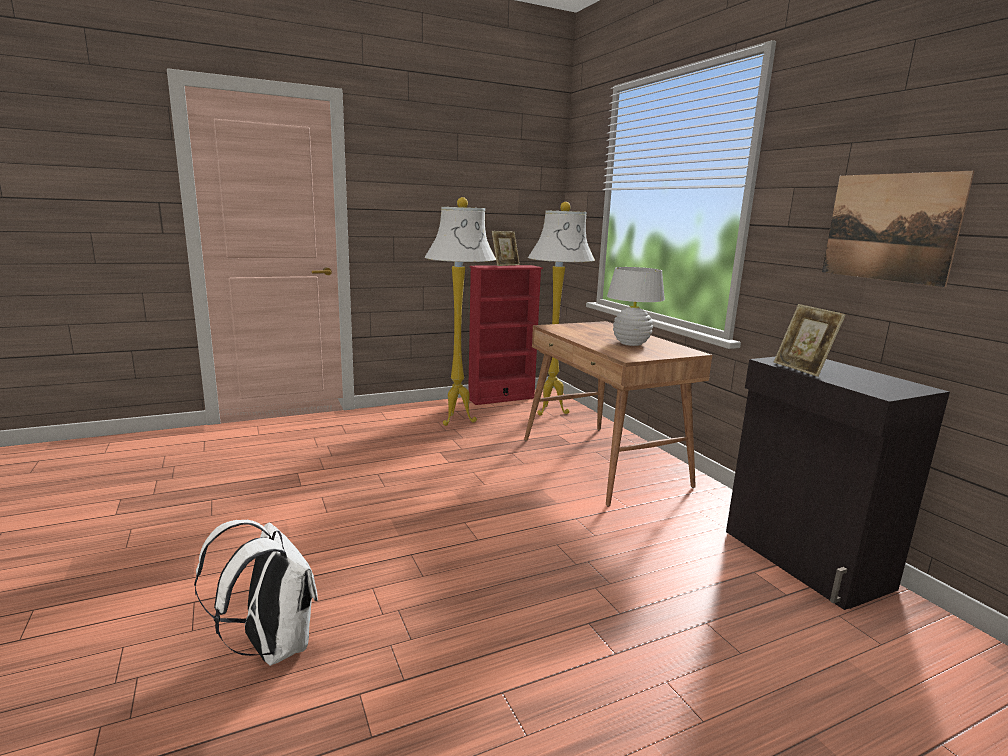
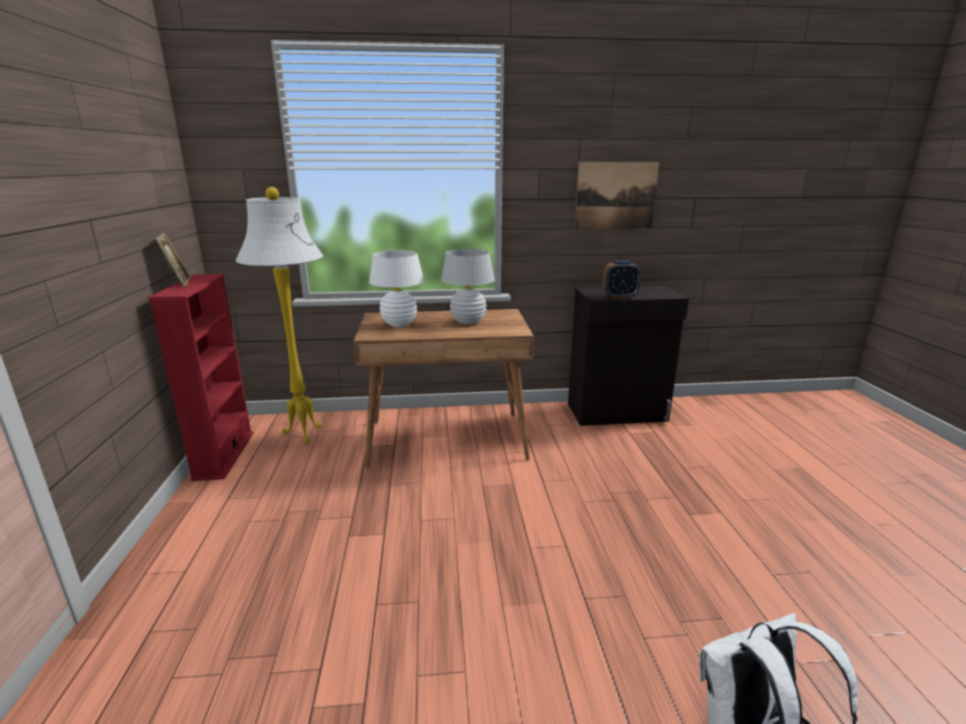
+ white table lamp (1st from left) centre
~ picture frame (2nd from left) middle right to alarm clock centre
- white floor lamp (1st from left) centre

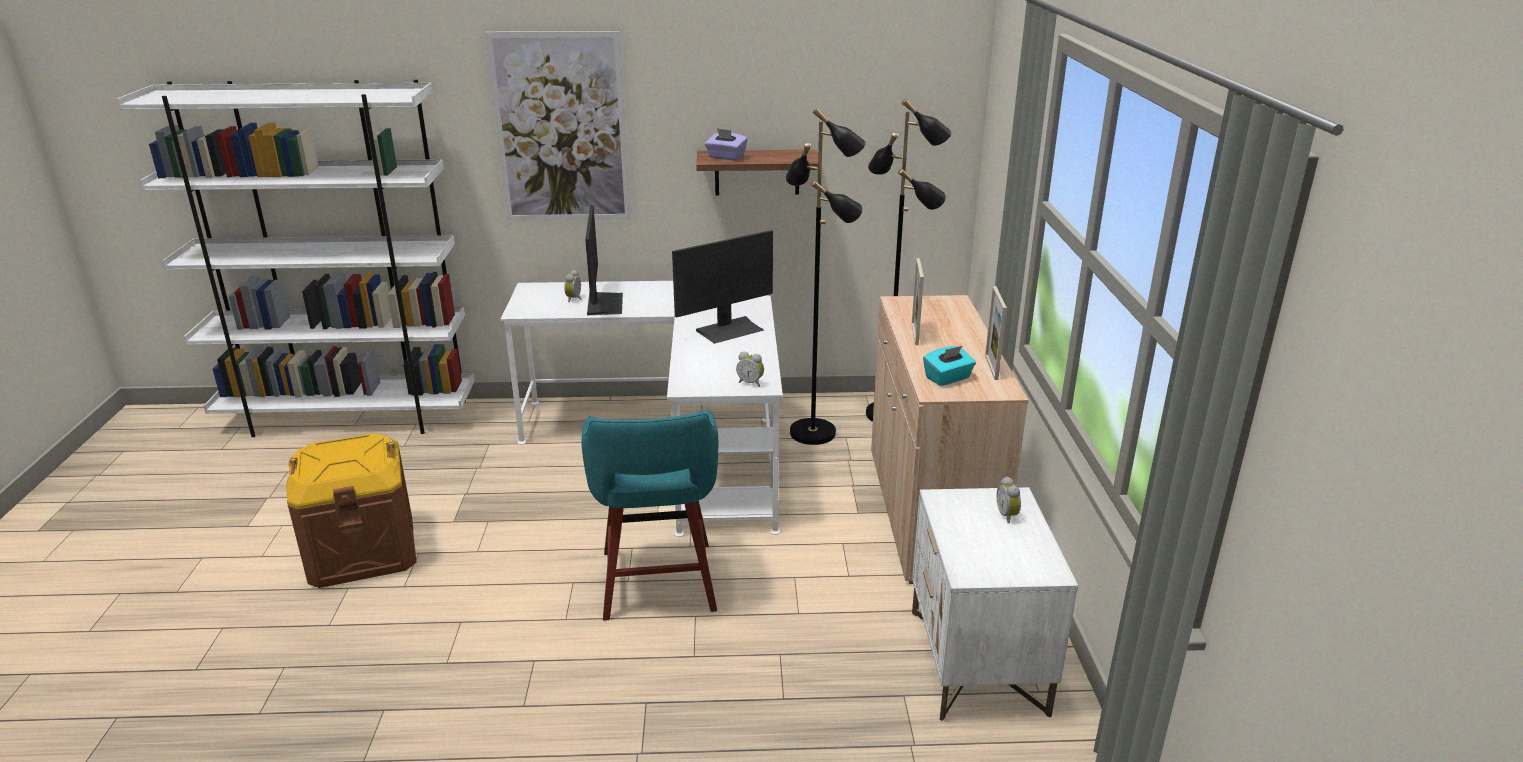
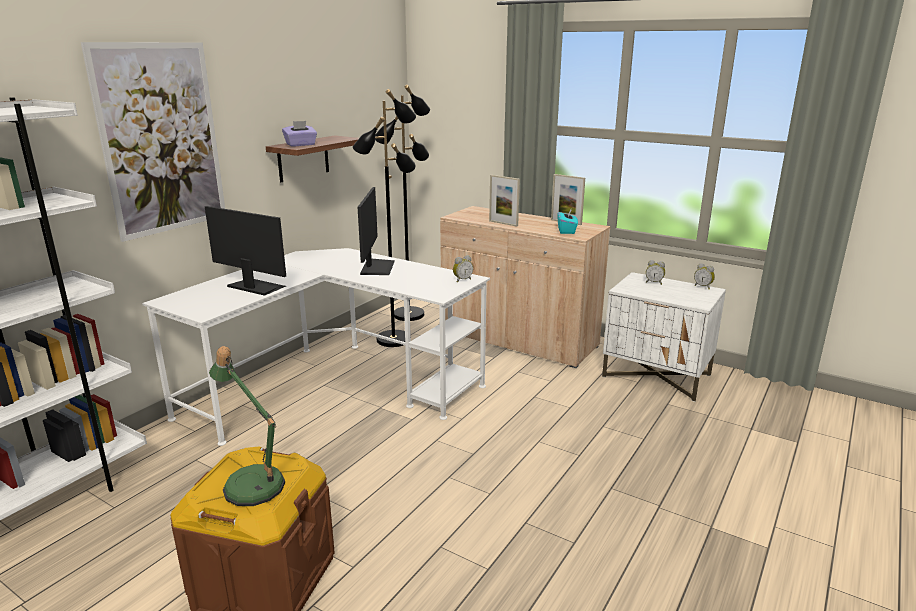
+ table lamp bottom left
~ alarm clock (1st from left in the first image) centre to alarm clock (3rd from left) middle right
- turquoise stool bottom centre

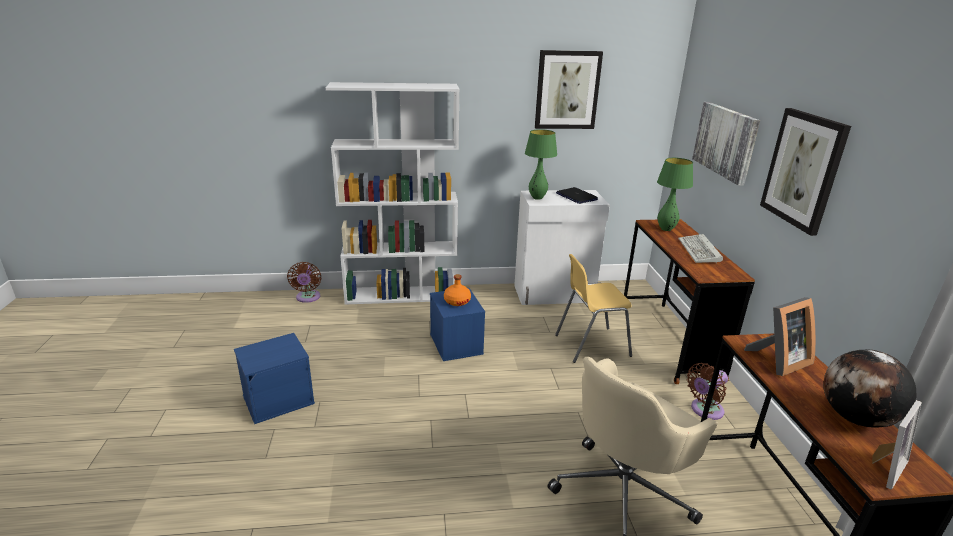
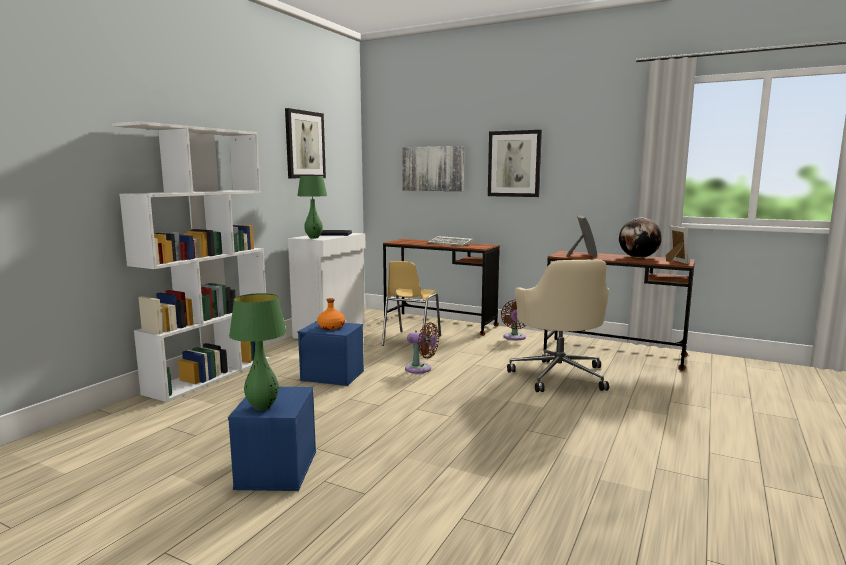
~ green table lamp (2nd from left in the first image) middle right to green table lamp (1st from left) middle left
~ brown fan (1st from left) middle left to centre

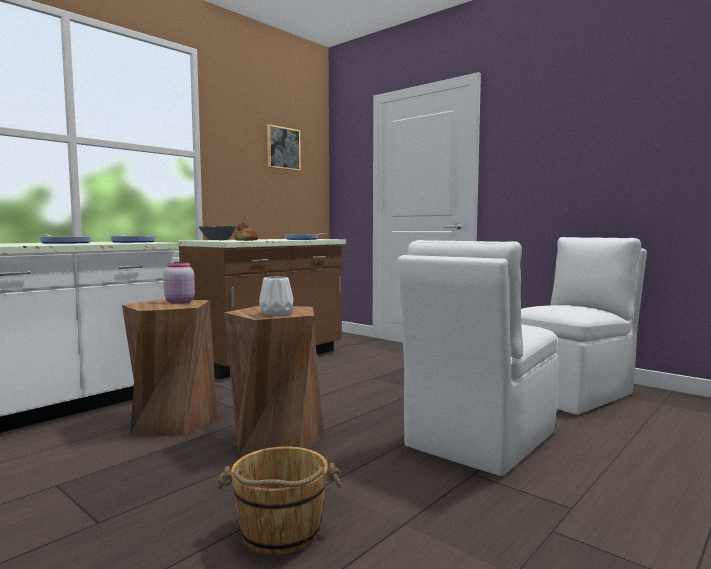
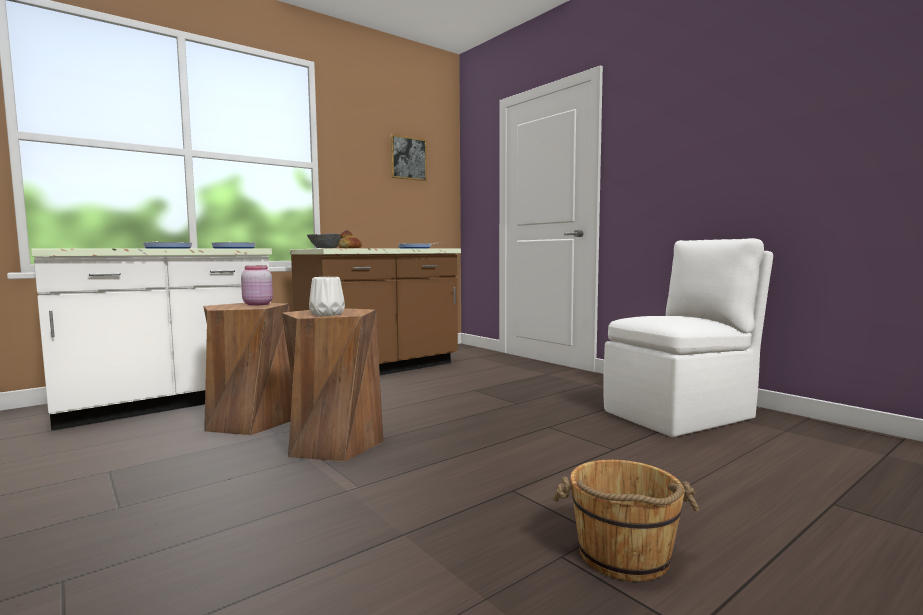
~ brown bucket bottom centre to bottom right
- white chair (1st from left) middle right

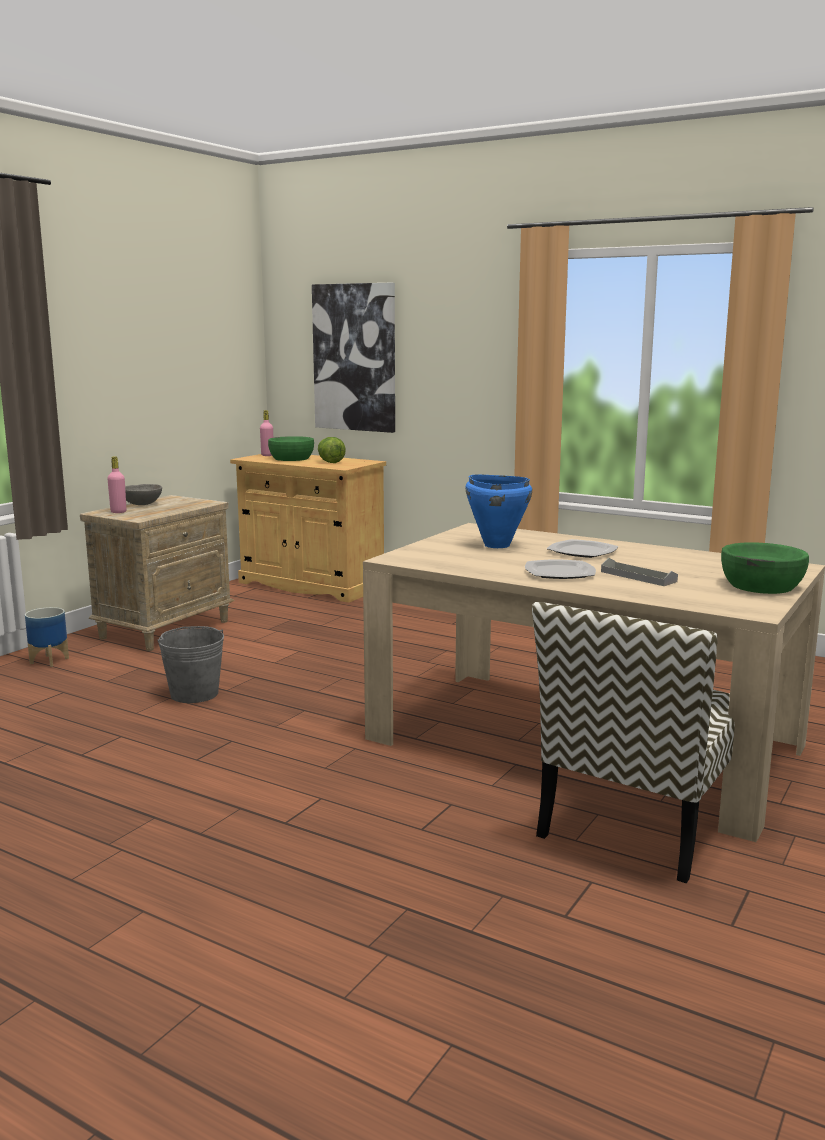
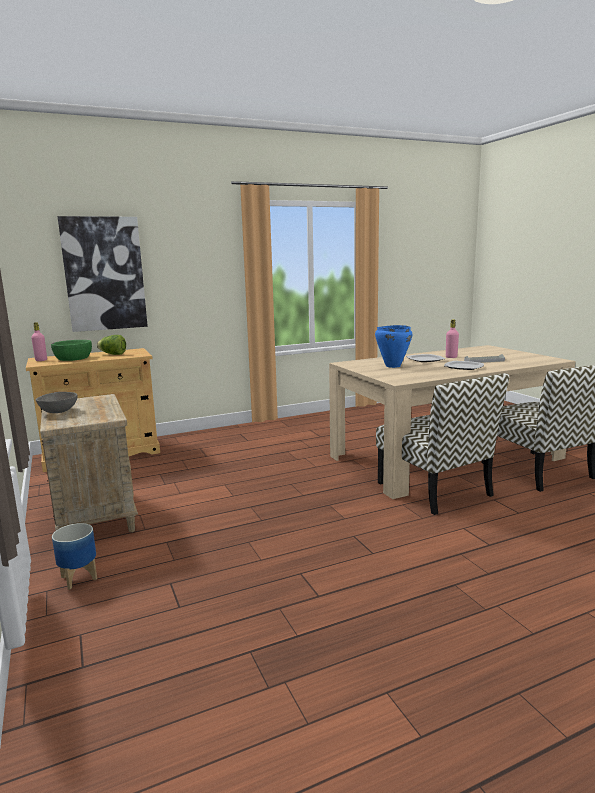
+ chair (1st from left) middle right
~ pink bottle (1st from left in the first image) middle left to pink bottle (2nd from left) middle right
- grey bucket middle left
- green bowl (2nd from left) middle right

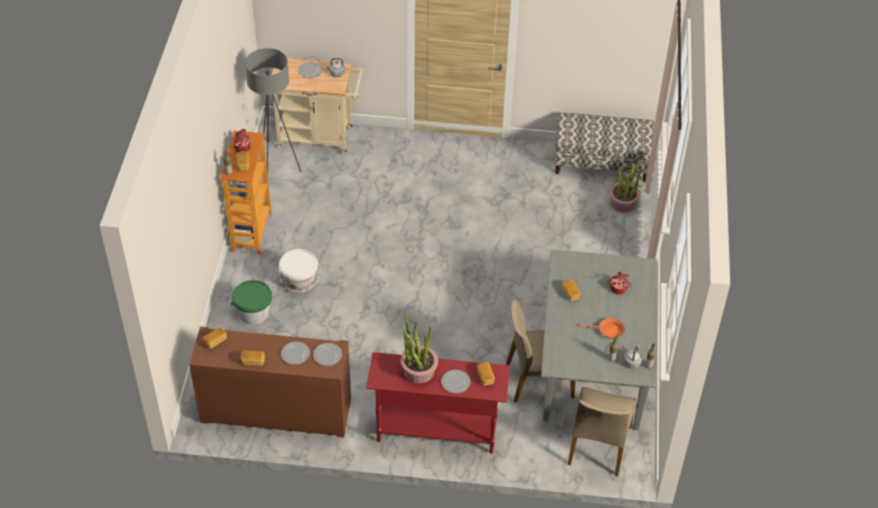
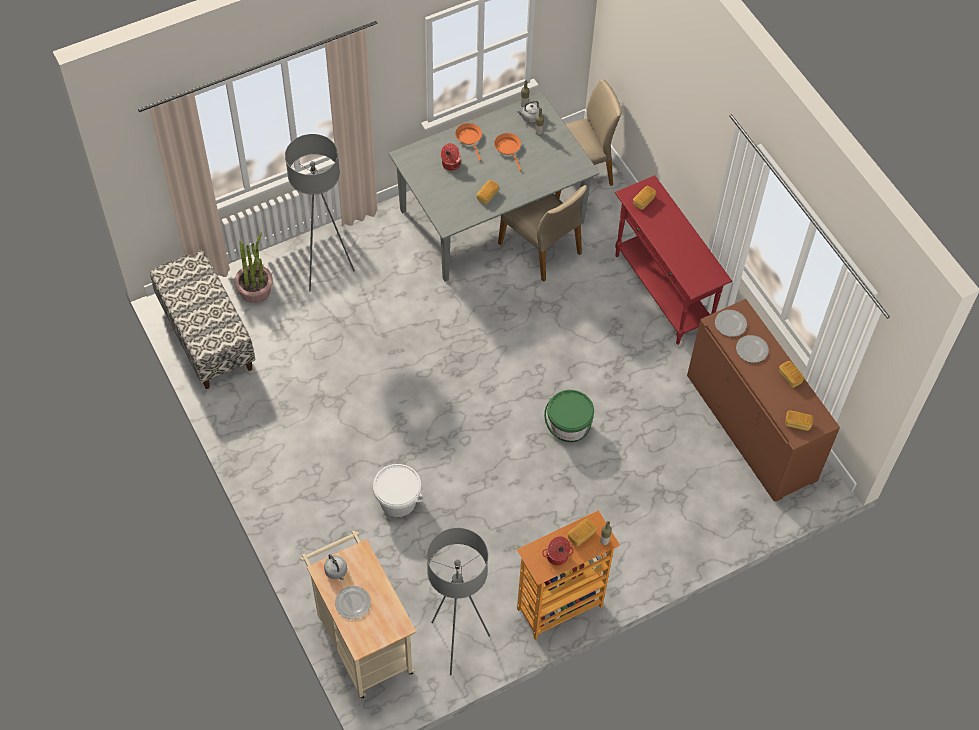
+ grey floor lamp (1st from left) top left
~ white bucket centre to bottom centre
+ orange frying pan (1st from left) top centre
~ green bucket middle left to centre
- potted plant (1st from left) bottom centre
- plate (4th from left) bottom centre

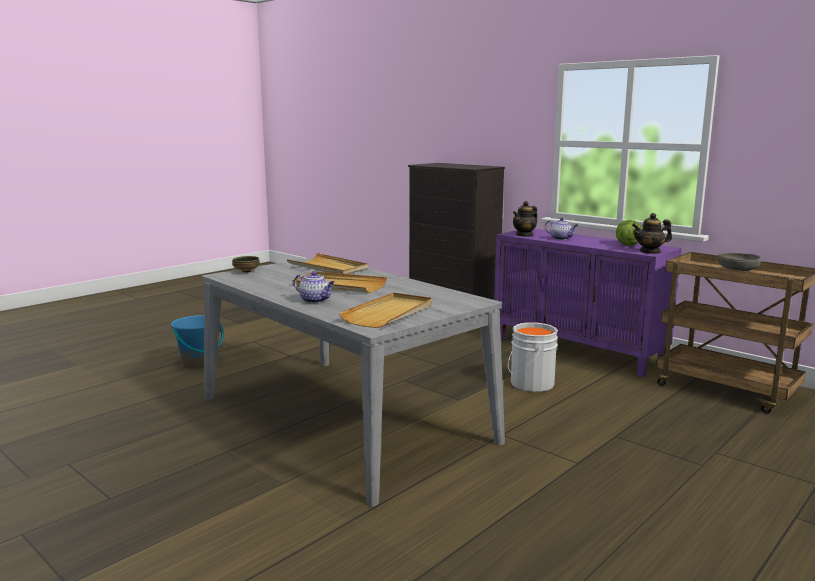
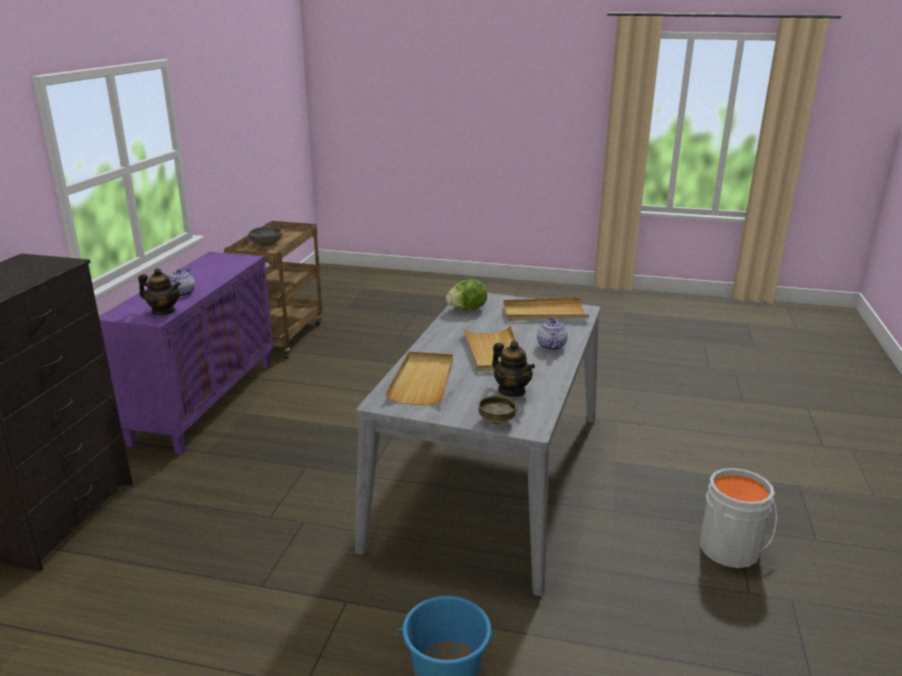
~ lettuce middle right to centre
~ teapot (4th from left in the first image) middle right to teapot (3rd from left) centre
~ grey bucket centre to bottom right

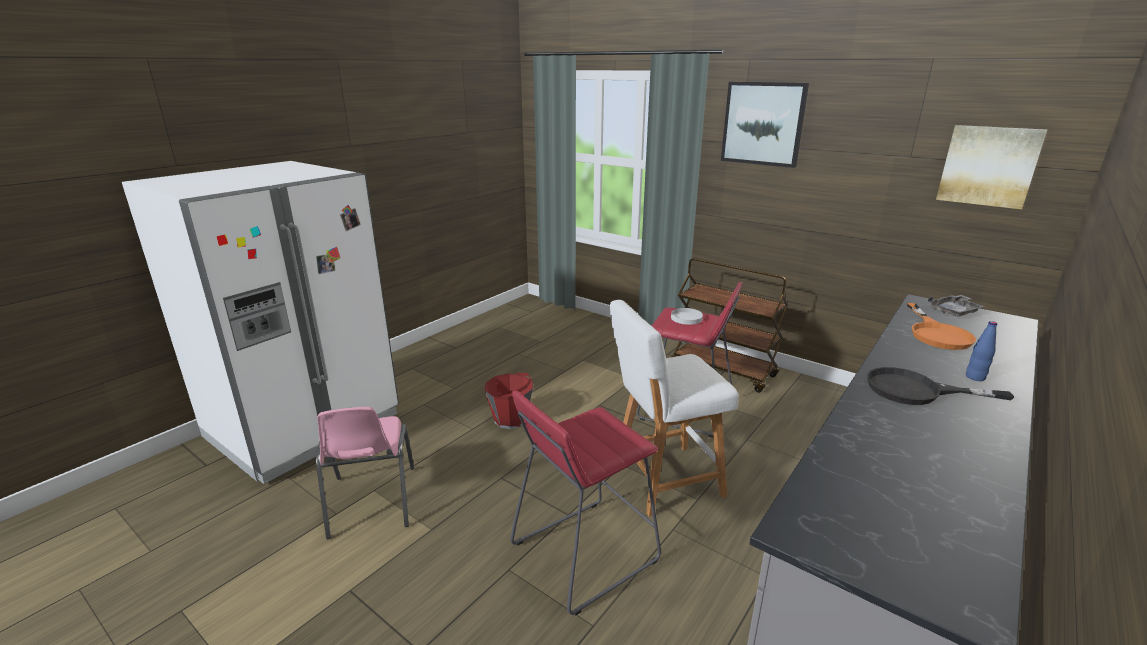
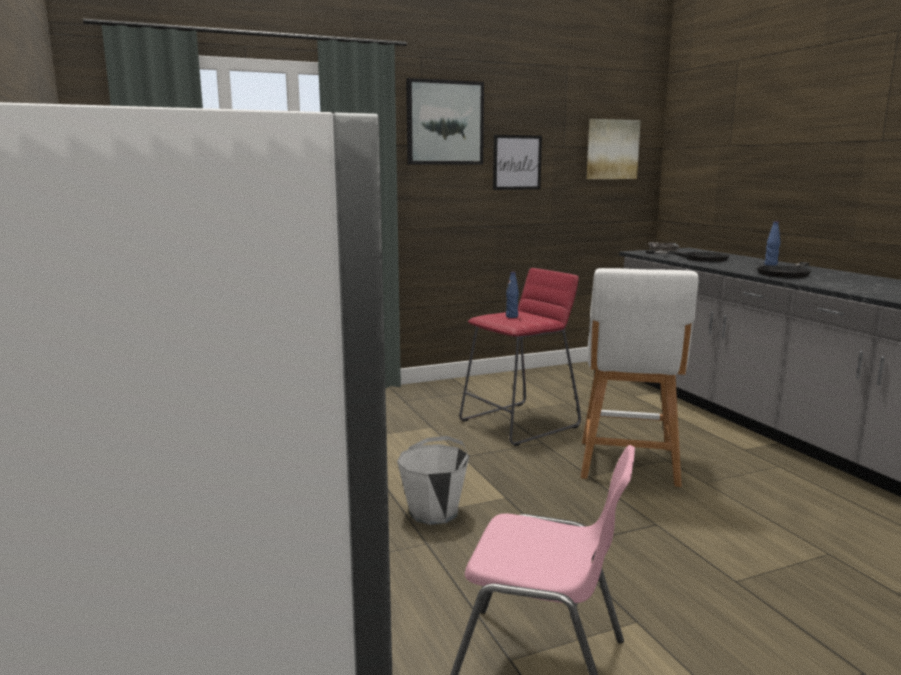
~ red bucket centre to white bucket bottom centre
+ picture (2nd from left) top centre
~ white plate centre to blue bottle (1st from left) centre
~ orange frying pan middle right to black frying pan (1st from left) middle right
- red stool (1st from left) bottom centre
- brown cart centre

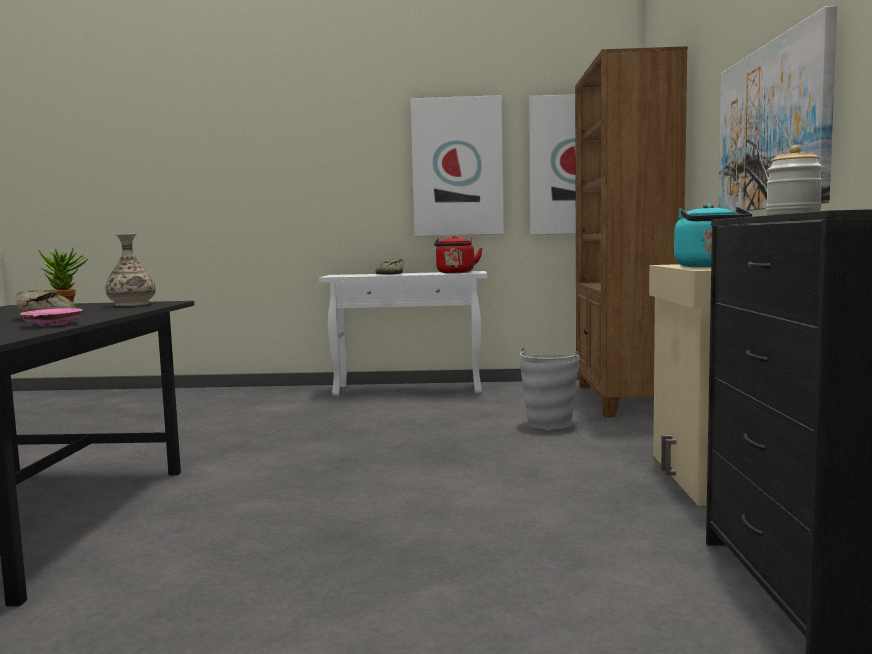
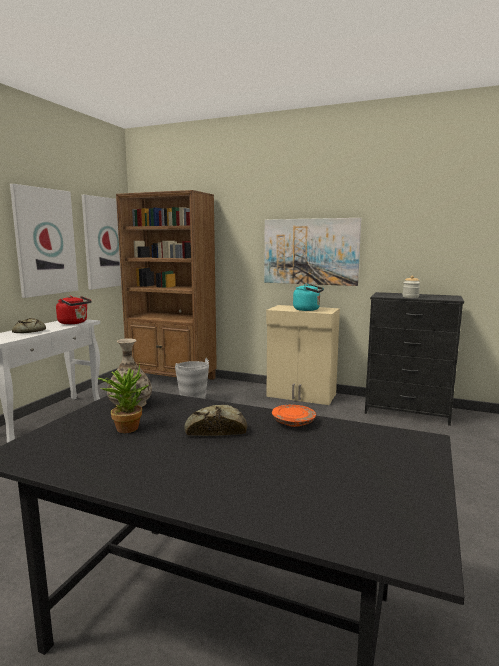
~ pink plate middle left to orange plate centre

